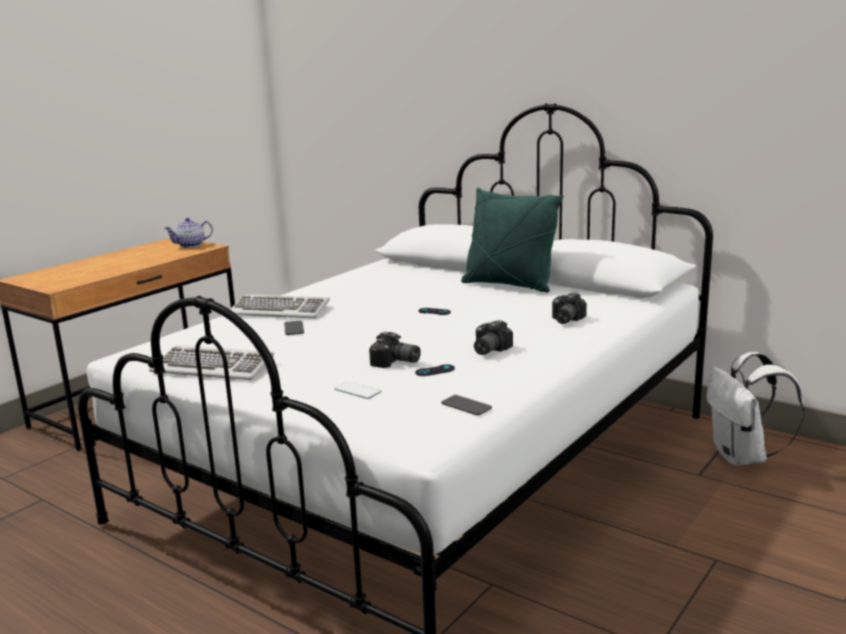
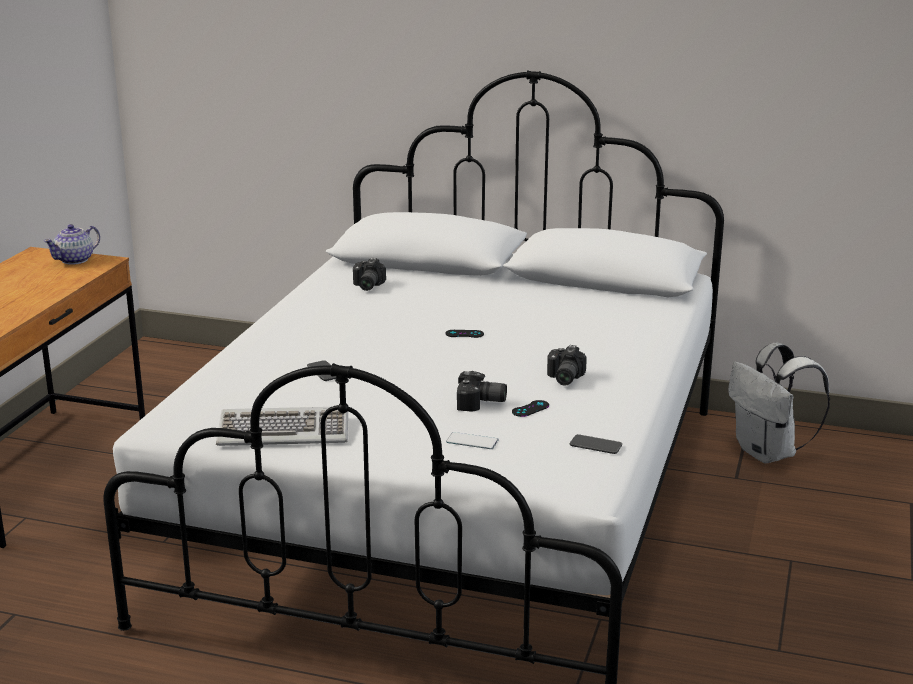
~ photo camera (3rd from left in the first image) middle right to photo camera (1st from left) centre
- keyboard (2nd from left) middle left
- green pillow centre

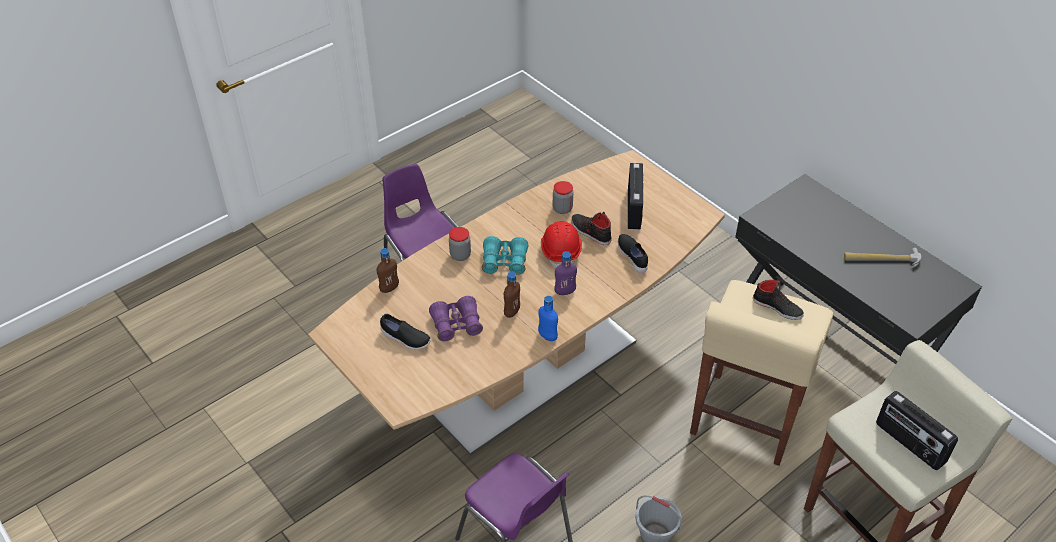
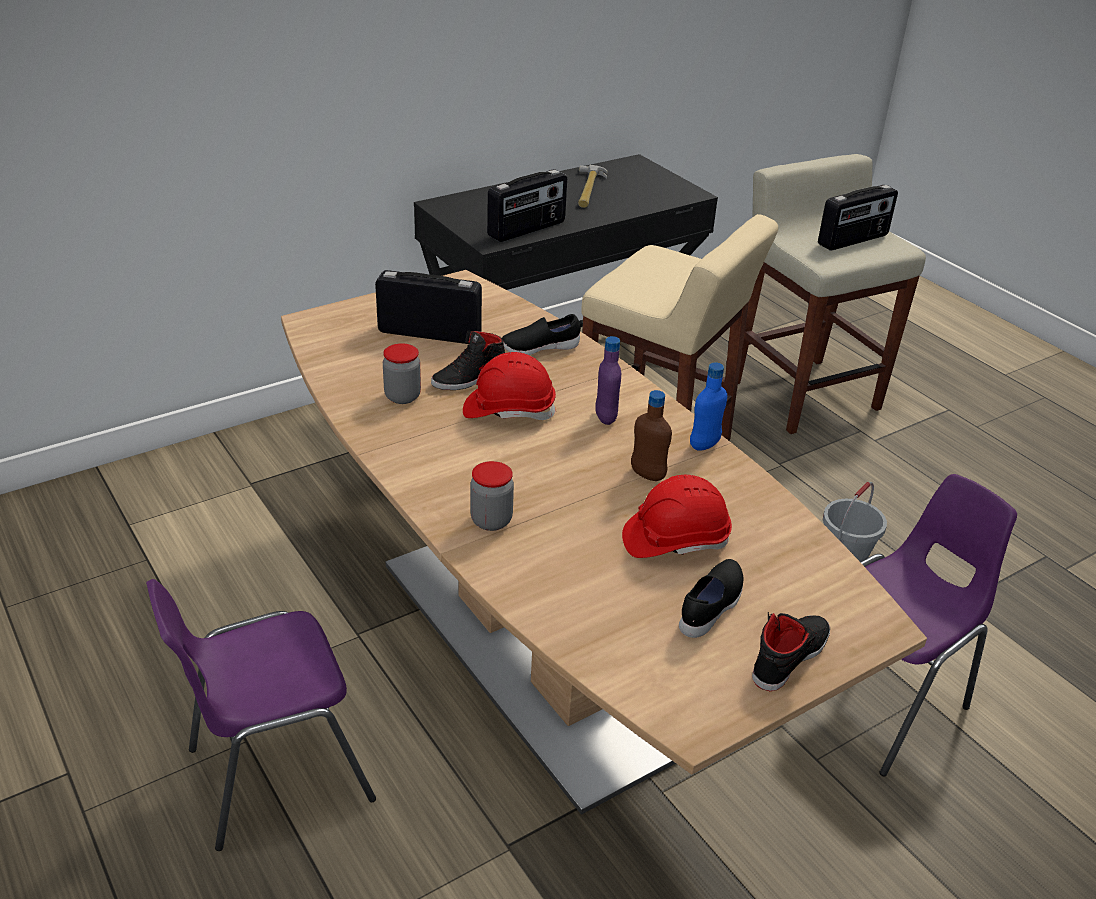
+ radio (2nd from left) top centre
~ purple binoculars centre to red hard hat (2nd from left) centre
~ black shoe (4th from left) middle right to bottom right
- brown bottle (1st from left) centre
- turquoise binoculars centre

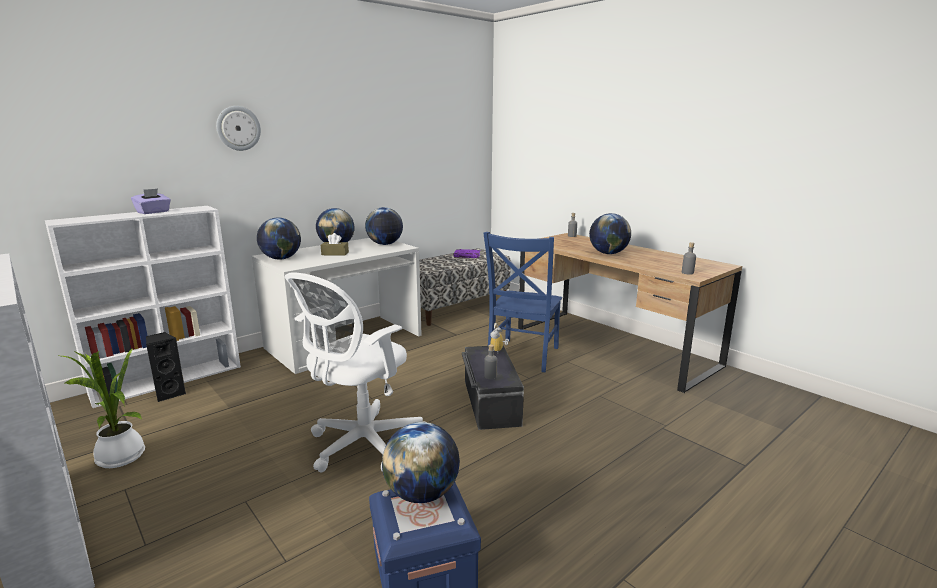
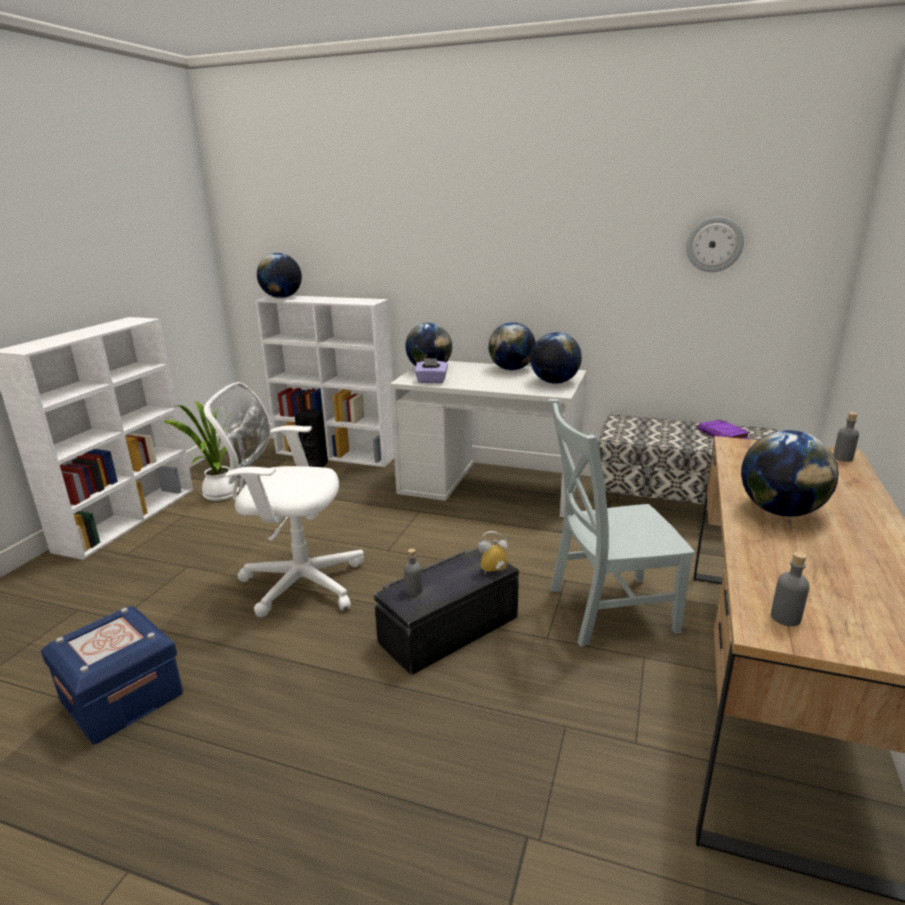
~ globe (4th from left in the first image) bottom centre to globe (1st from left) top left
~ purple tissue box middle left to centre
~ blue chair centre to grey chair middle right
~ wall clock top left to top right
- brown tissue box centre

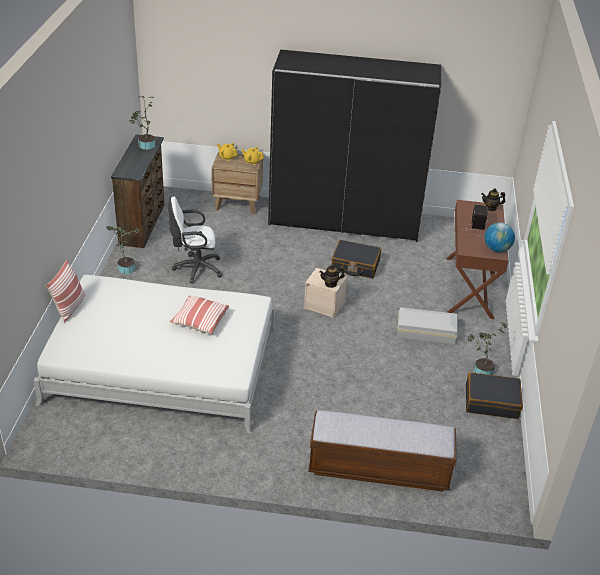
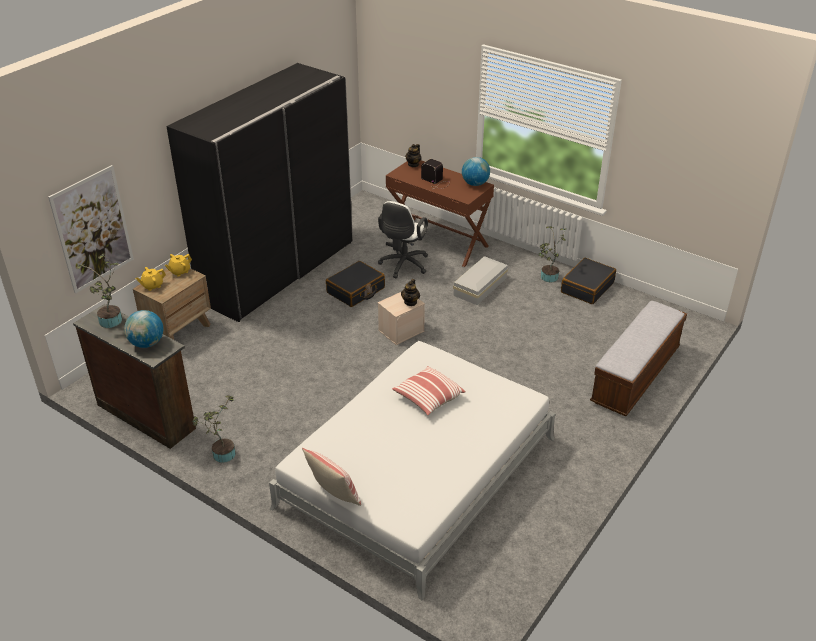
+ picture middle left
+ globe (1st from left) middle left
~ white office chair middle left to centre

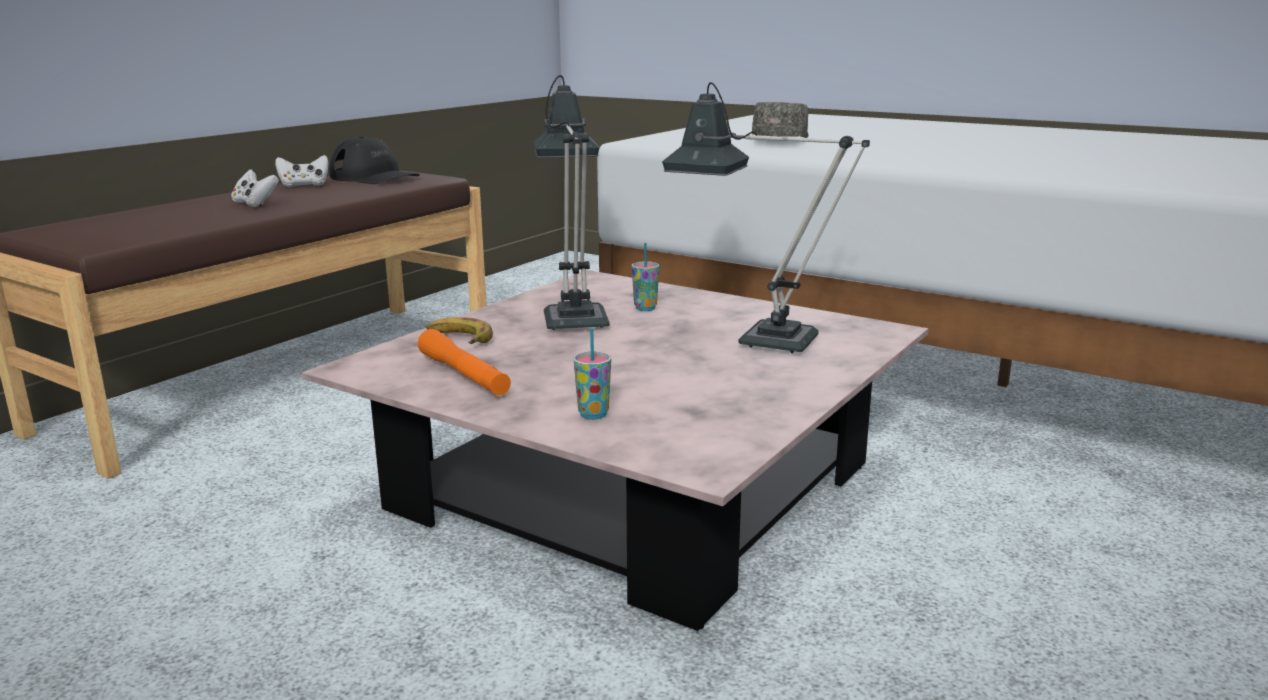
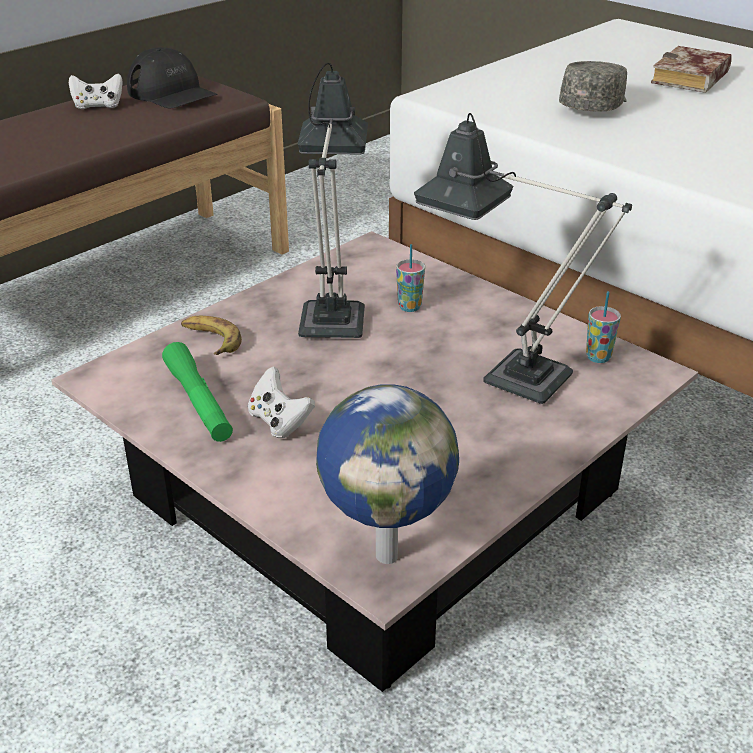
~ orange flashlight centre to green flashlight middle left
~ white game controller (1st from left in the first image) top left to white game controller (2nd from left) centre
+ globe centre
~ cup (1st from left in the first image) centre to cup (2nd from left) middle right
+ book top right

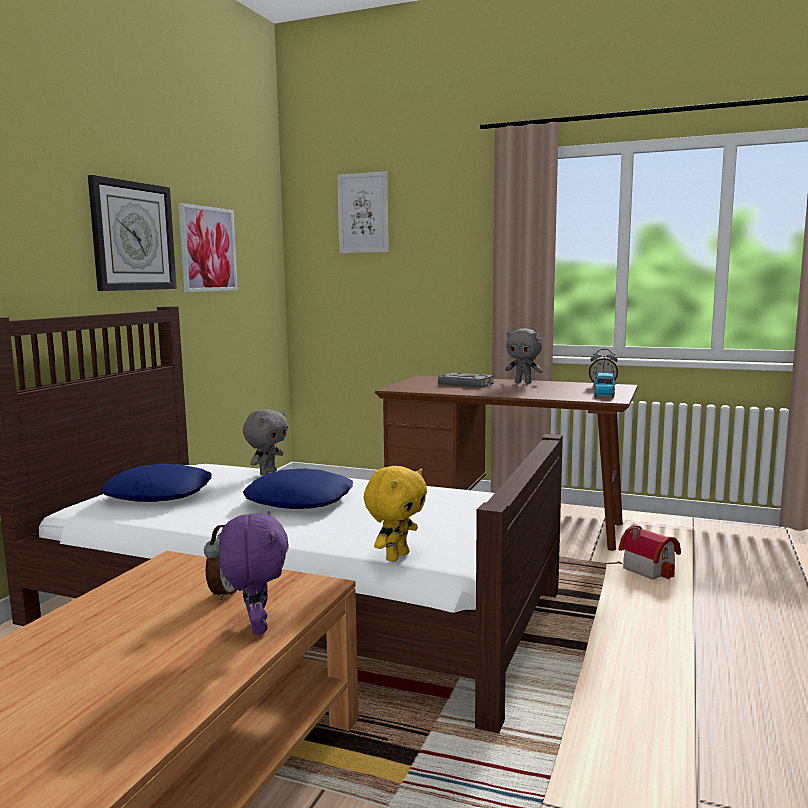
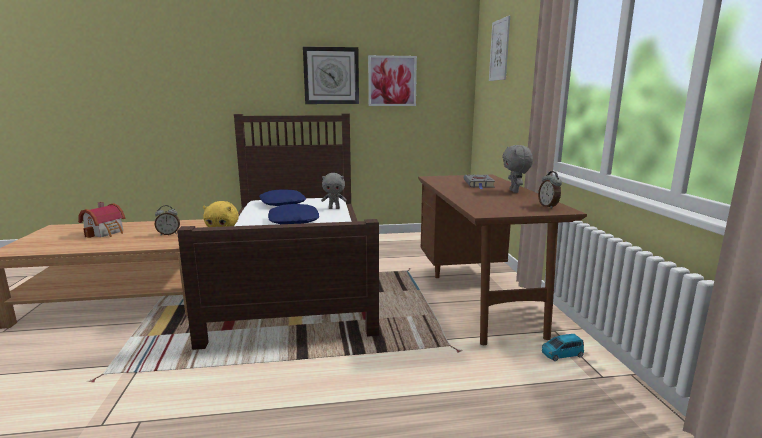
~ toy house bottom right to middle left
~ blue toy car middle right to bottom right
- purple plush toy bottom left

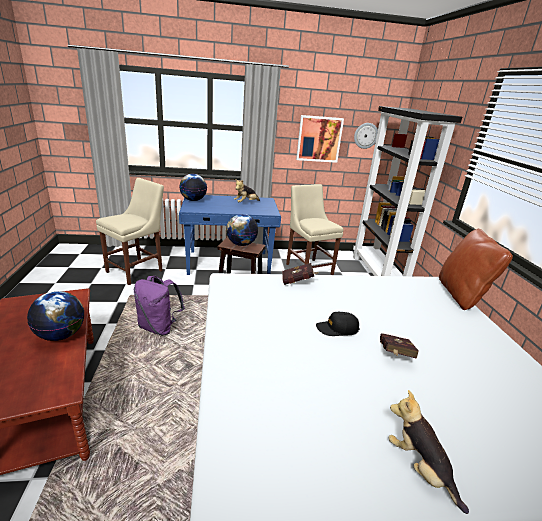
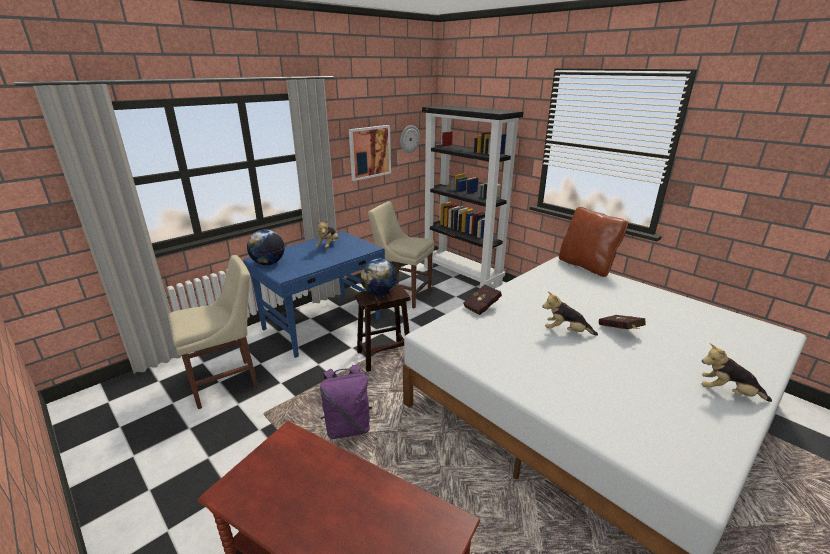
~ beige chair (1st from left) middle left = middle left 60 degrees clockwise
~ black cap centre to plush toy (2nd from left) middle right
- globe (1st from left) middle left

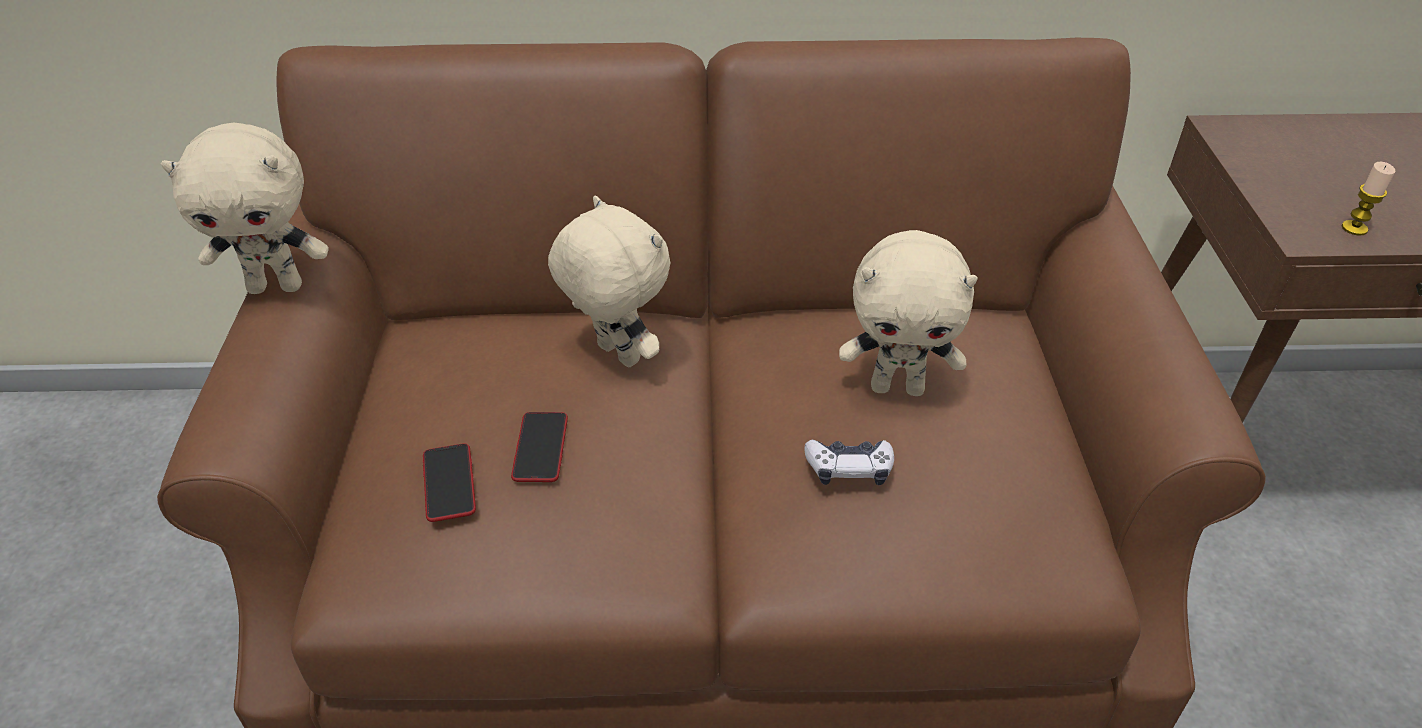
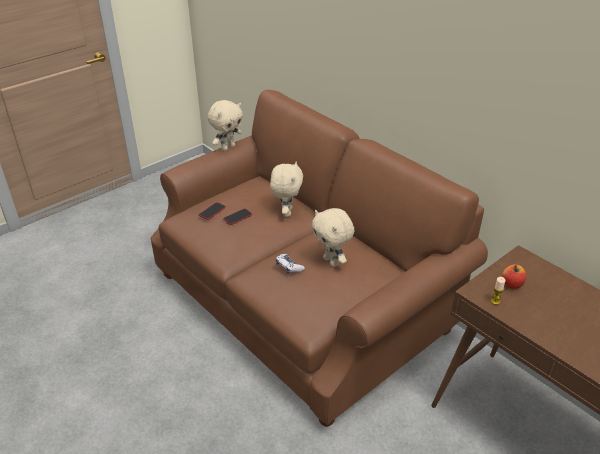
~ beige plush toy (1st from left) top left = top centre 90 degrees counterclockwise
+ apple middle right

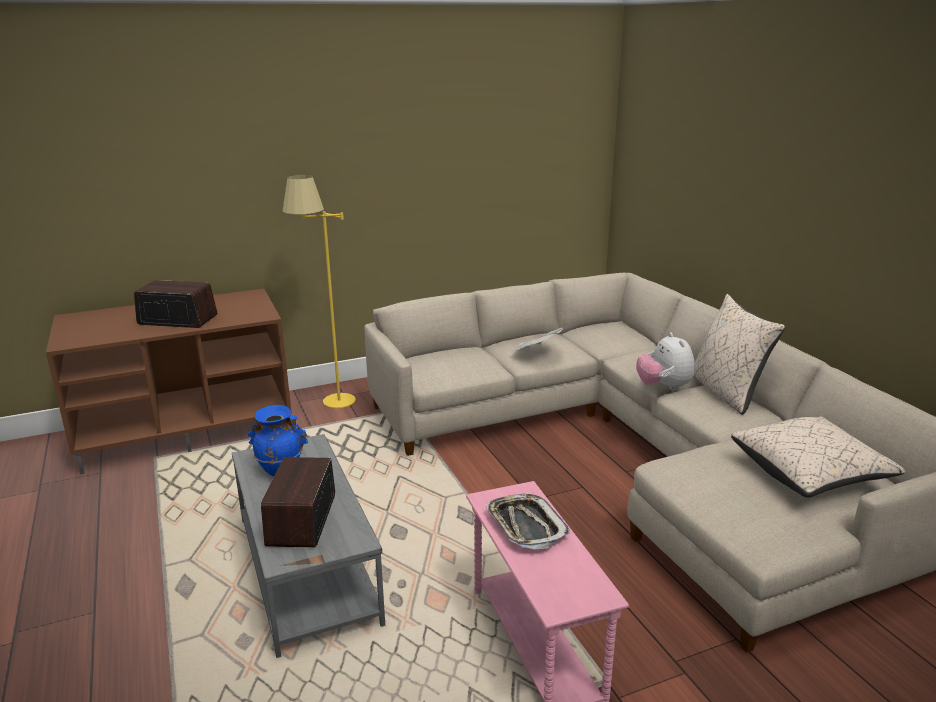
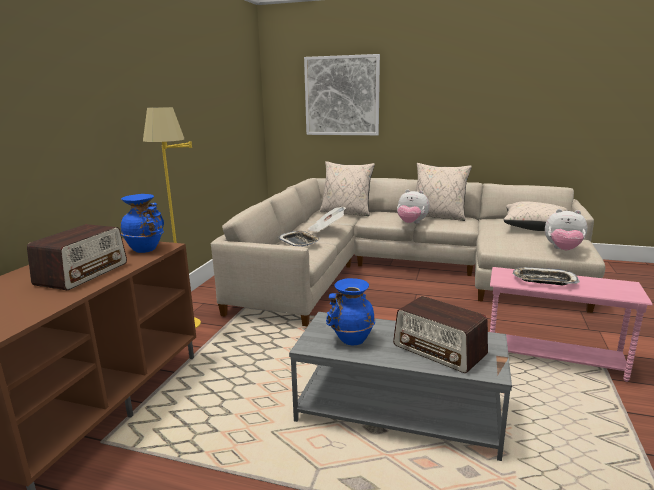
~ radio (1st from left) middle left = middle left 150 degrees clockwise
+ blue vase (1st from left) middle left
+ tray (1st from left) centre
+ picture top centre
+ beige pillow (1st from left) centre
+ plush toy (2nd from left) middle right

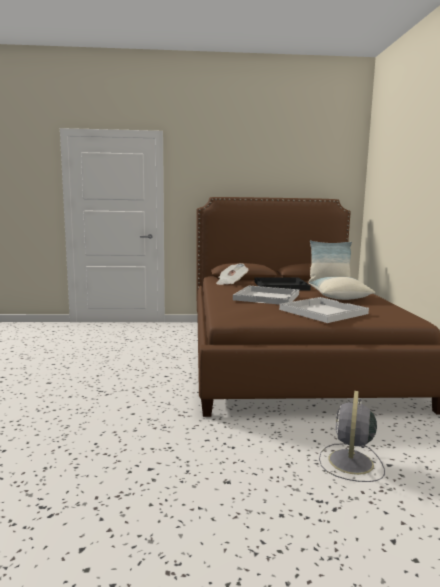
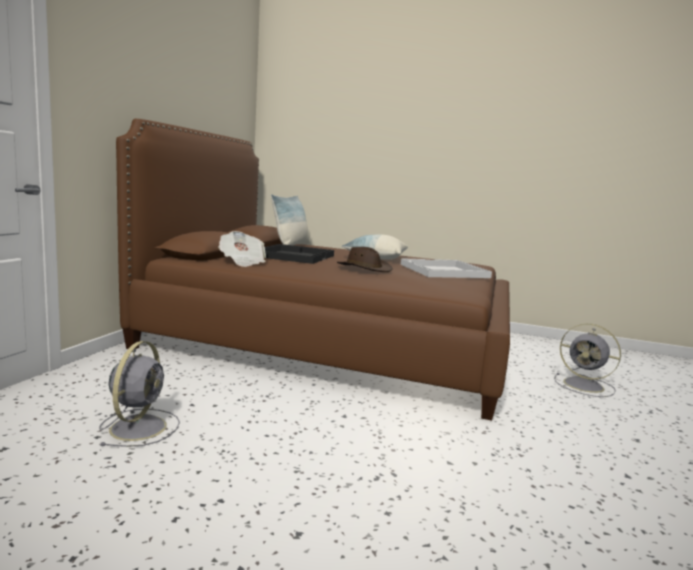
+ grey fan (1st from left) bottom left
~ white tray (1st from left) centre to brown hat centre

